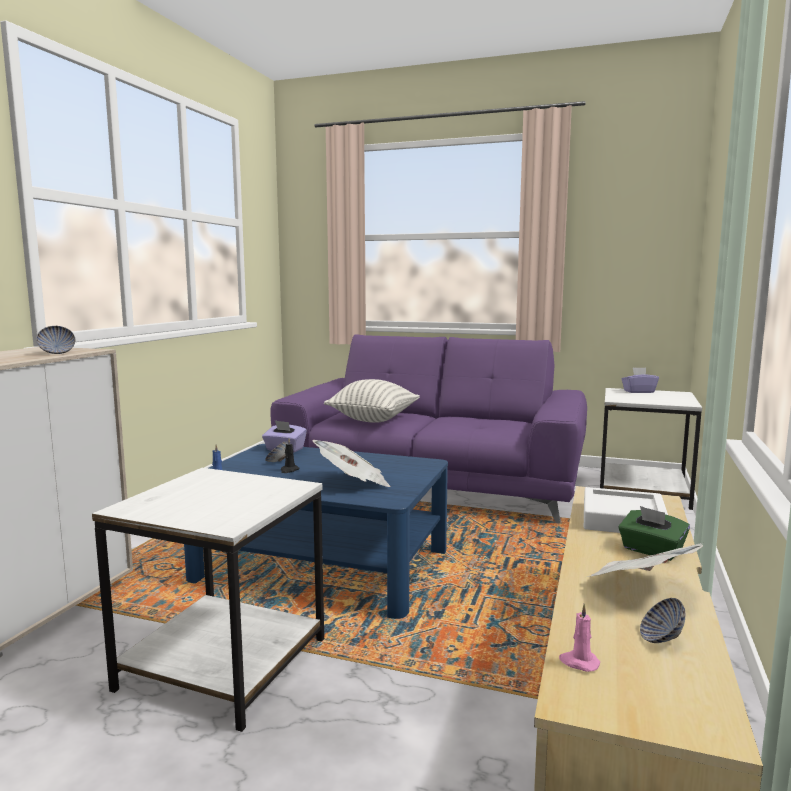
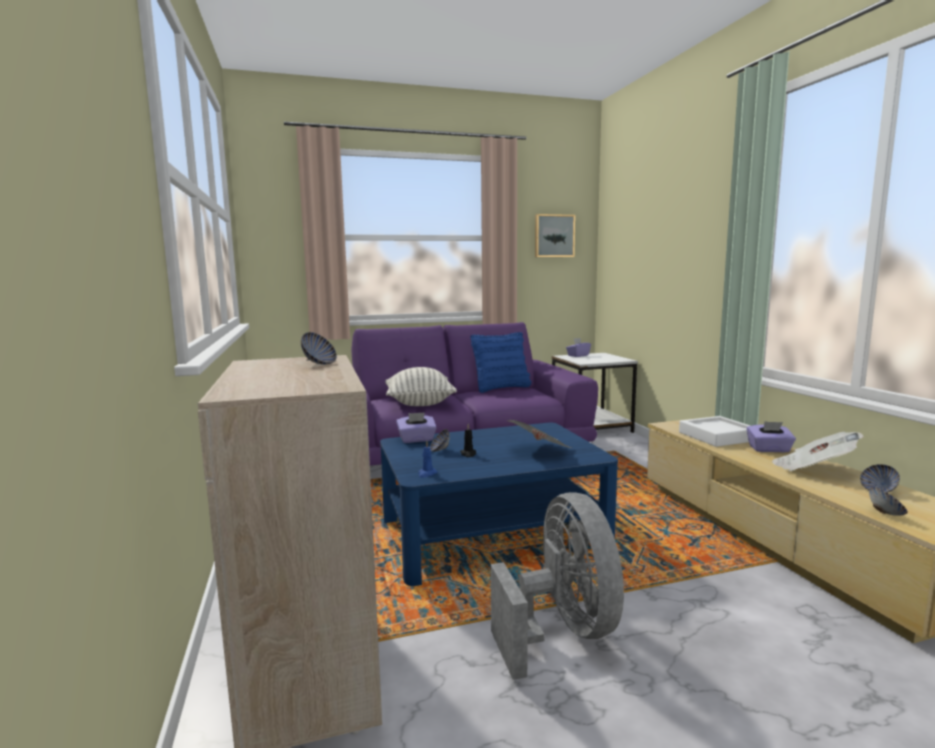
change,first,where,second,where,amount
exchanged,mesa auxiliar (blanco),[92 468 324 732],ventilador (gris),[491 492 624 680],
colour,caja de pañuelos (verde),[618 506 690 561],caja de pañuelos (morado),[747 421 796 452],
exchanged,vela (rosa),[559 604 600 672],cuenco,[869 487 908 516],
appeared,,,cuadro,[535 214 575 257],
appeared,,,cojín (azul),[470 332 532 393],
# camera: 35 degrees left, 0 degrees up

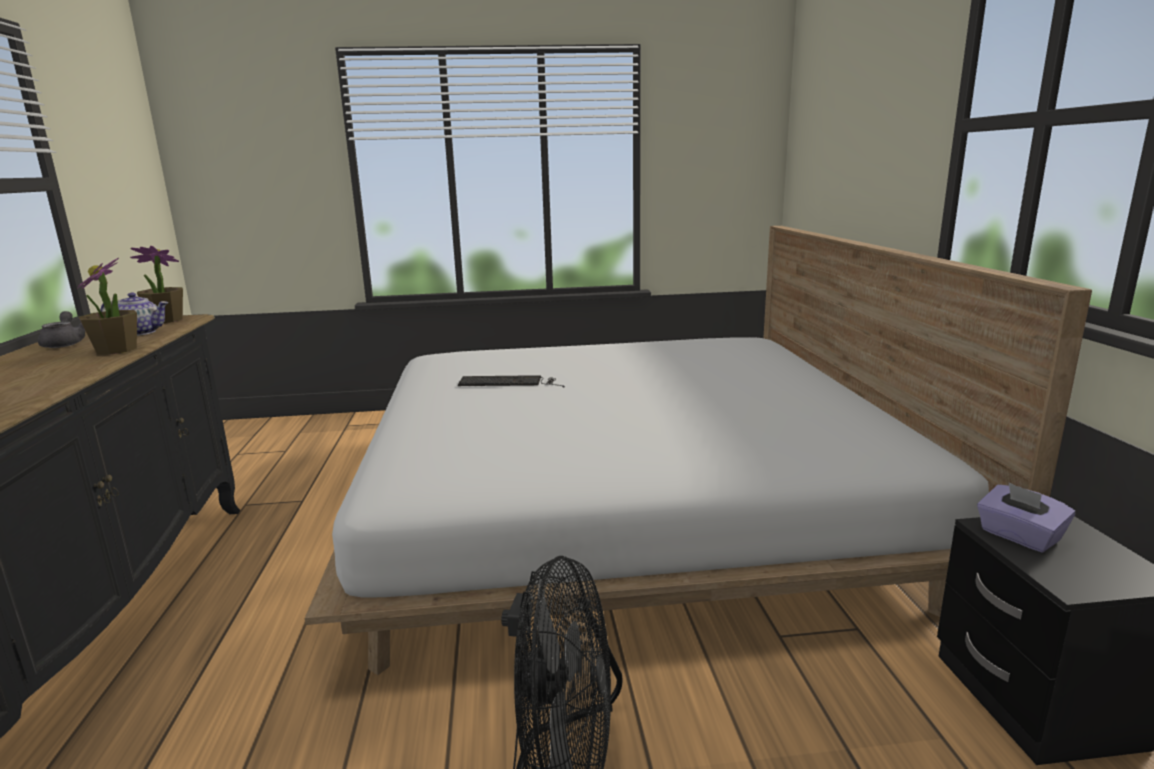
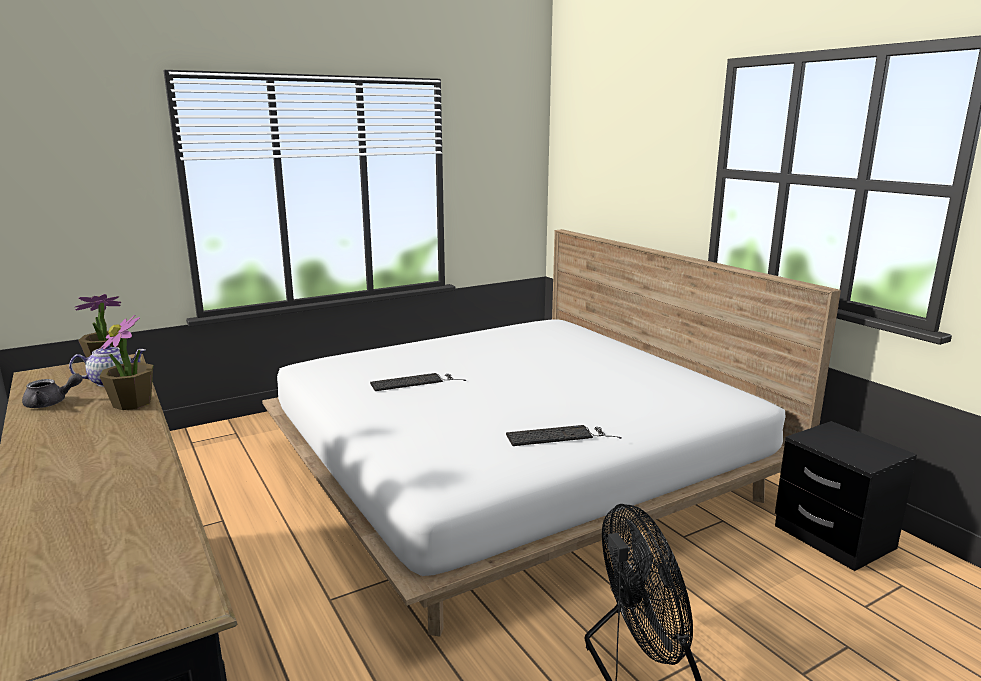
change,first,where,second,where,amount
spun,tetera (gris),[38 311 85 348],,[22 373 83 408],120 degrees clockwise
missing,caja de pañuelos (morado),[977 483 1075 553],,,
appeared,,,teclado,[506 425 622 446],
# camera: 25 degrees left, 0 degrees up

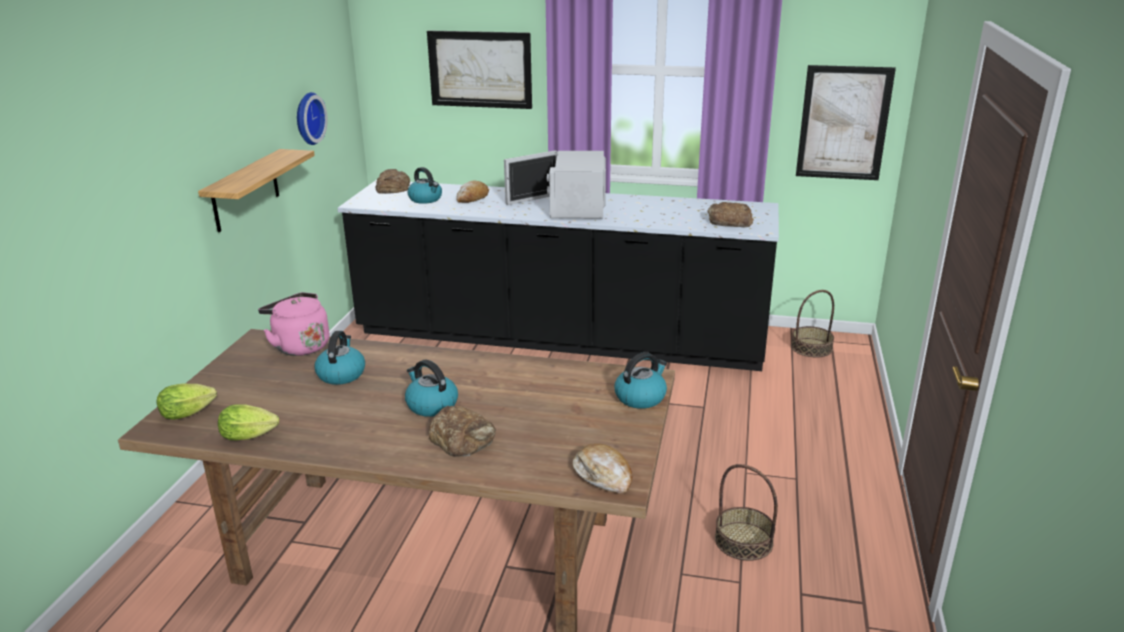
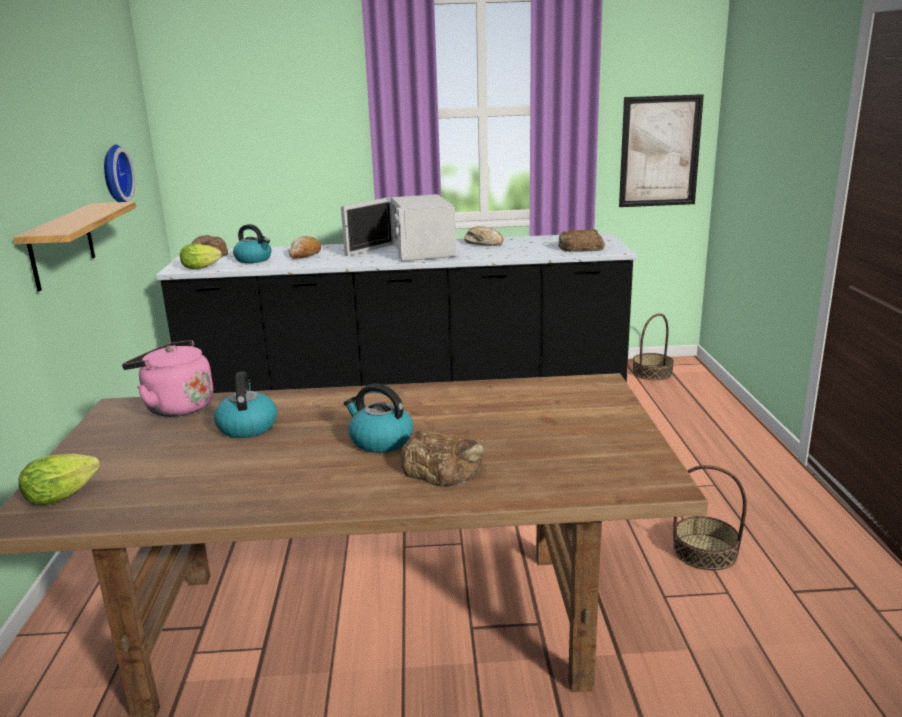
change,first,where,second,where,amount
missing,cuadro,[427 30 532 109],,,
missing,hervidor,[614 352 667 409],,,
relocated,lechuga,[218 404 279 440],,[180 244 222 269],
relocated,pan,[573 443 632 494],,[464 226 503 246],
# camera: 15 degrees left, 5 degrees down

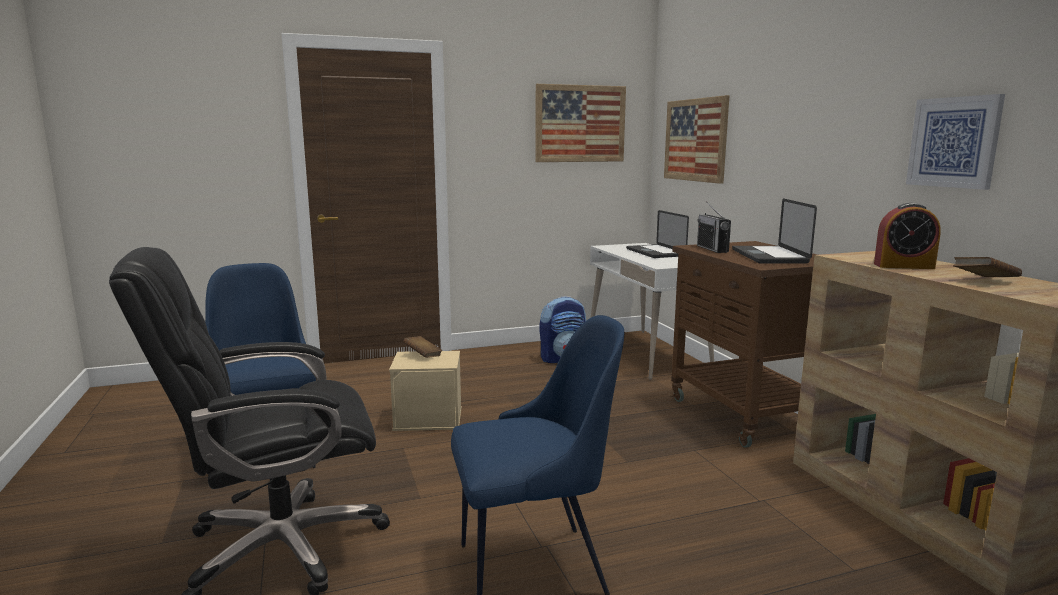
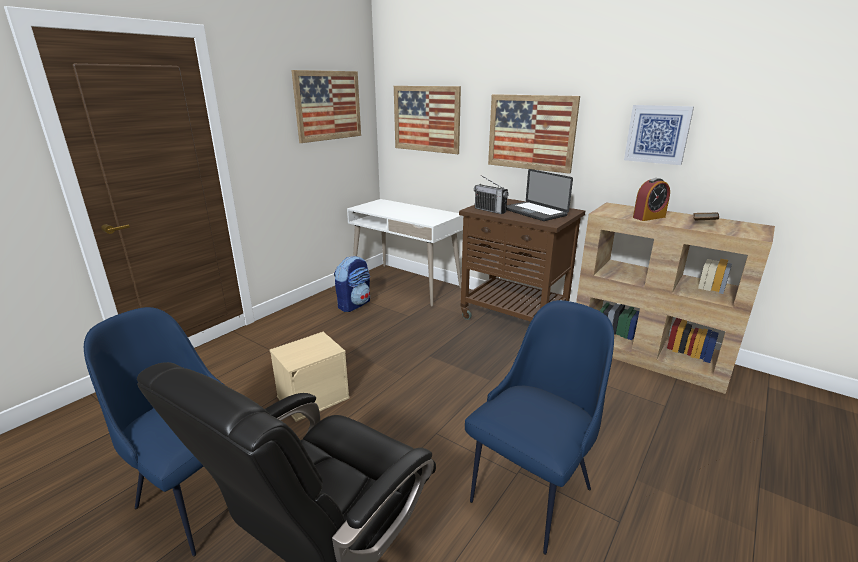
change,first,where,second,where,amount
missing,portátil,[626 210 689 258],,,
missing,libro (marrón),[403 336 442 358],,,
appeared,,,cuadro,[488 94 580 174],
# camera: 35 degrees left, 10 degrees up

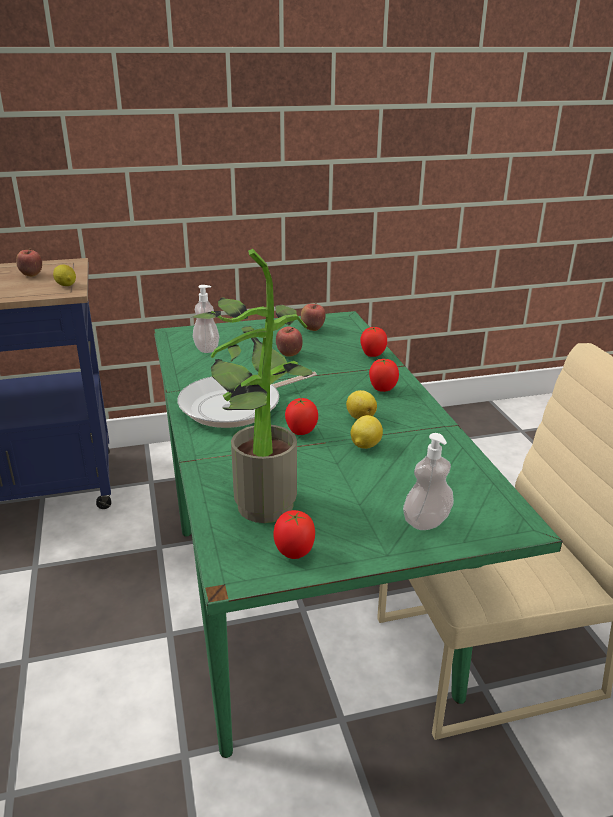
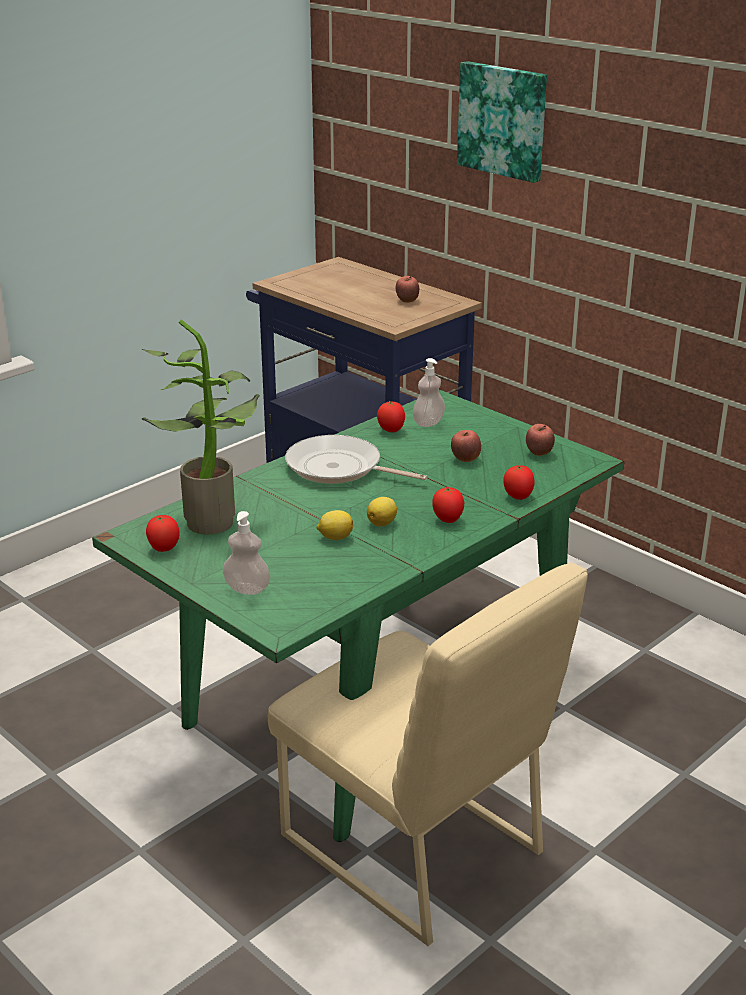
change,first,where,second,where,amount
missing,limón,[53 265 76 286],,,
relocated,tomate,[285 398 318 435],,[377 401 405 432],
appeared,,,cuadro,[457 61 547 183],
# camera: 60 degrees right, 0 degrees up

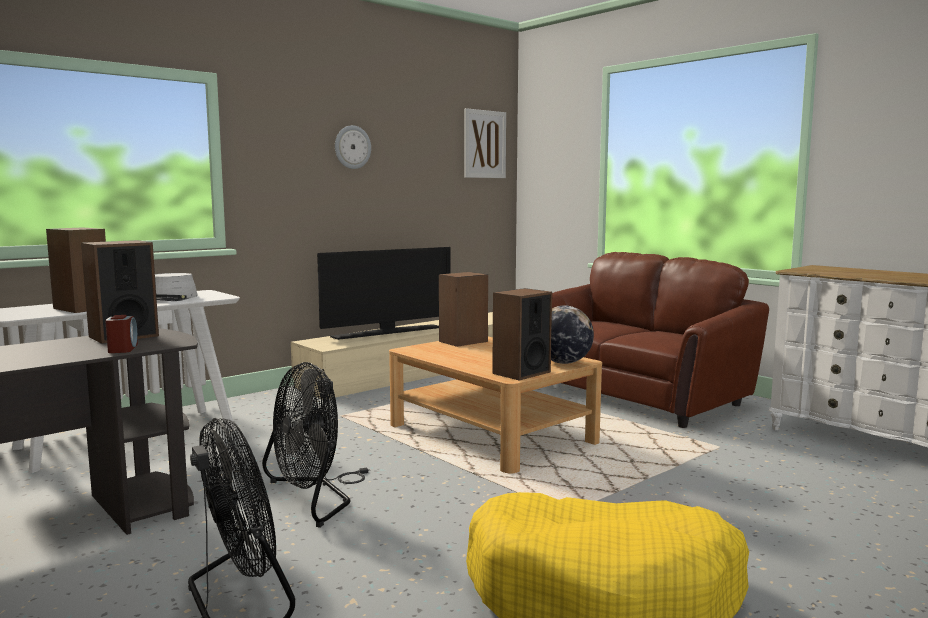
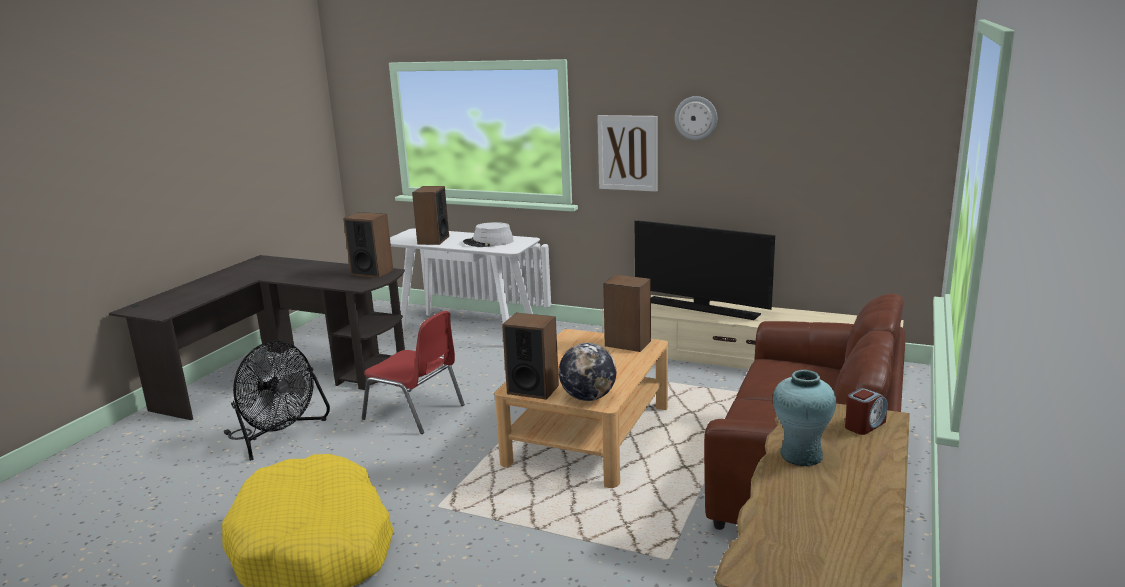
change,first,where,second,where,amount
relocated,cuadro,[464 108 506 178],,[597 115 657 192],
relocated,despertador,[105 315 138 353],,[845 388 888 435],
exchanged,ventilador (negro),[262 362 370 528],silla (rojo),[362 311 465 434],
appeared,,,florero (turquesa),[773 370 836 467],
# camera: 65 degrees right, 10 degrees up

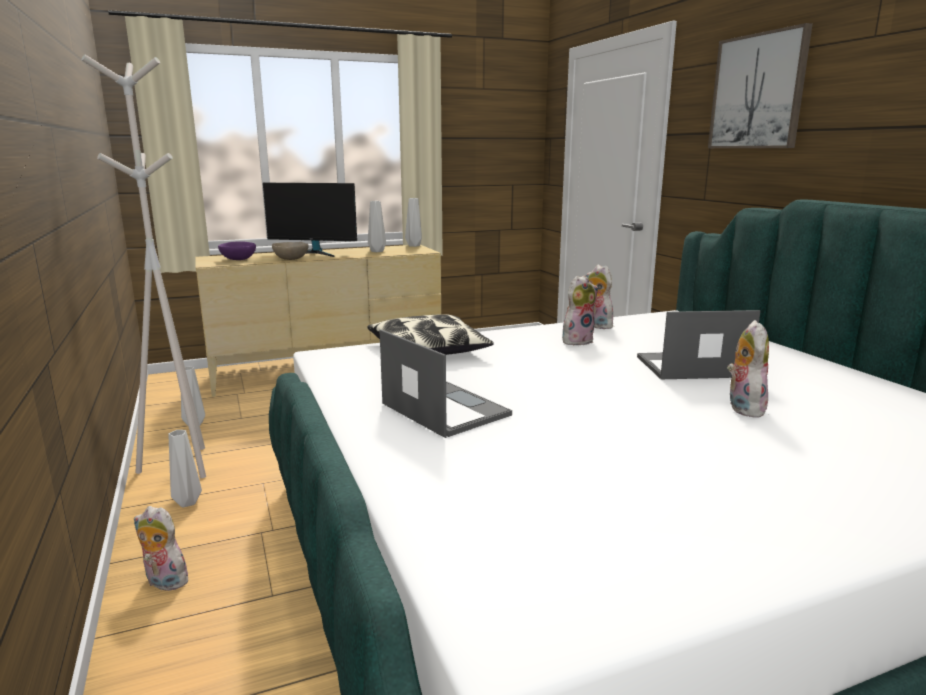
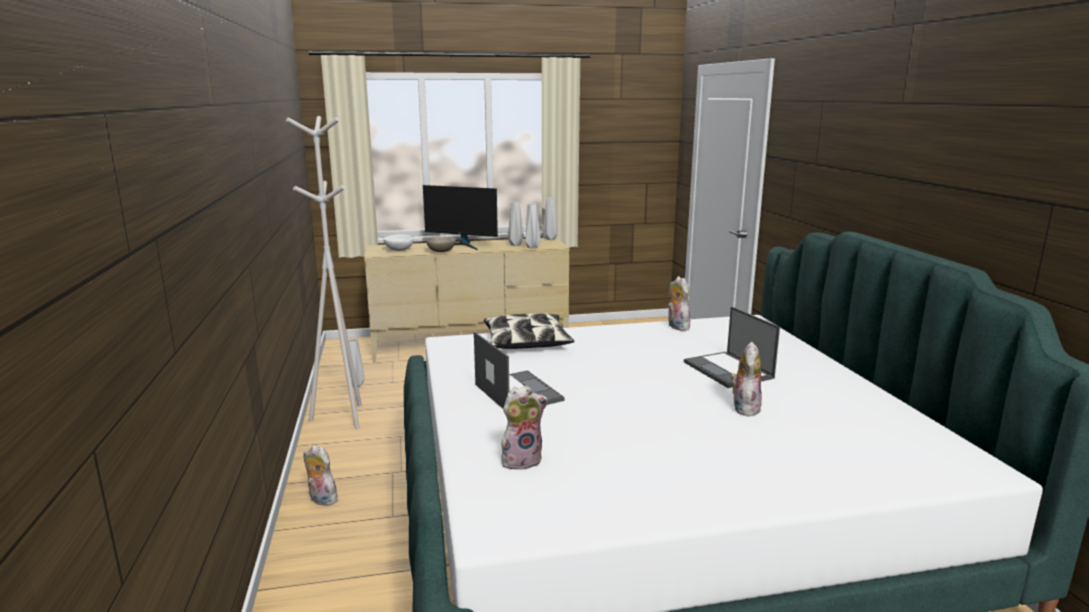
change,first,where,second,where,amount
missing,cuadro,[708 23 812 148],,,
colour,cuenco (morado),[218 241 256 260],cuenco (blanco),[383 234 414 251],
relocated,peluche,[562 275 598 345],,[502 385 548 470],
spun,portátil,[637 310 761 379],,[684 306 780 388],120 degrees counterclockwise
relocated,florero (gris),[169 430 202 507],,[526 204 541 248],
# camera: 10 degrees right, 0 degrees up

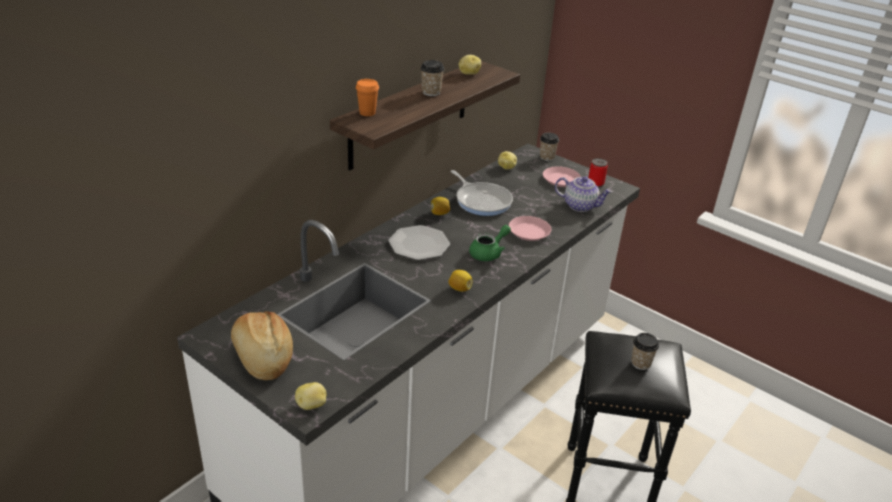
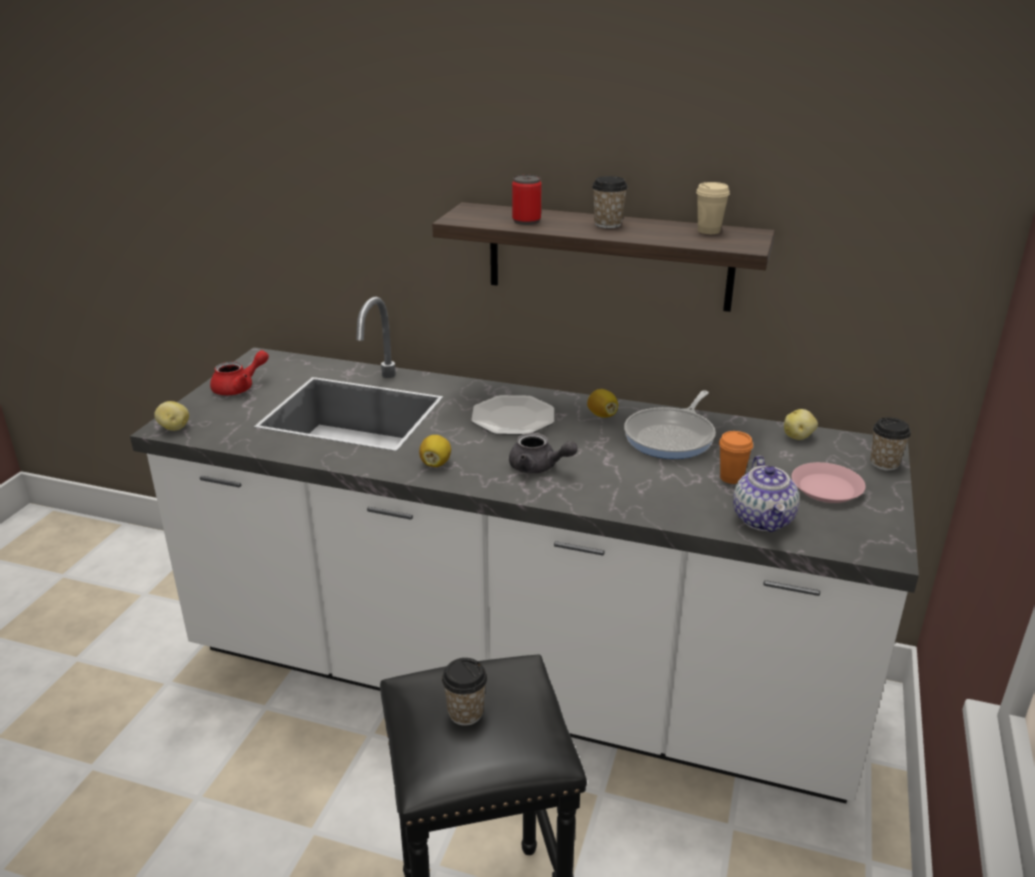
change,first,where,second,where,amount
exchanged,patata,[459 55 481 75],taza (beis),[696 182 730 234],
relocated,taza (naranja),[356 79 379 116],,[719 431 753 484],
relocated,lata,[588 158 608 188],,[512 175 541 225],
missing,plato (rosa),[509 216 551 241],,,
colour,tetera (verde),[469 225 511 261],tetera (gris),[509 433 578 473],
exchanged,pan,[231 311 293 380],tetera (rojo),[210 350 269 395],
# camera: 70 degrees right, 5 degrees down

